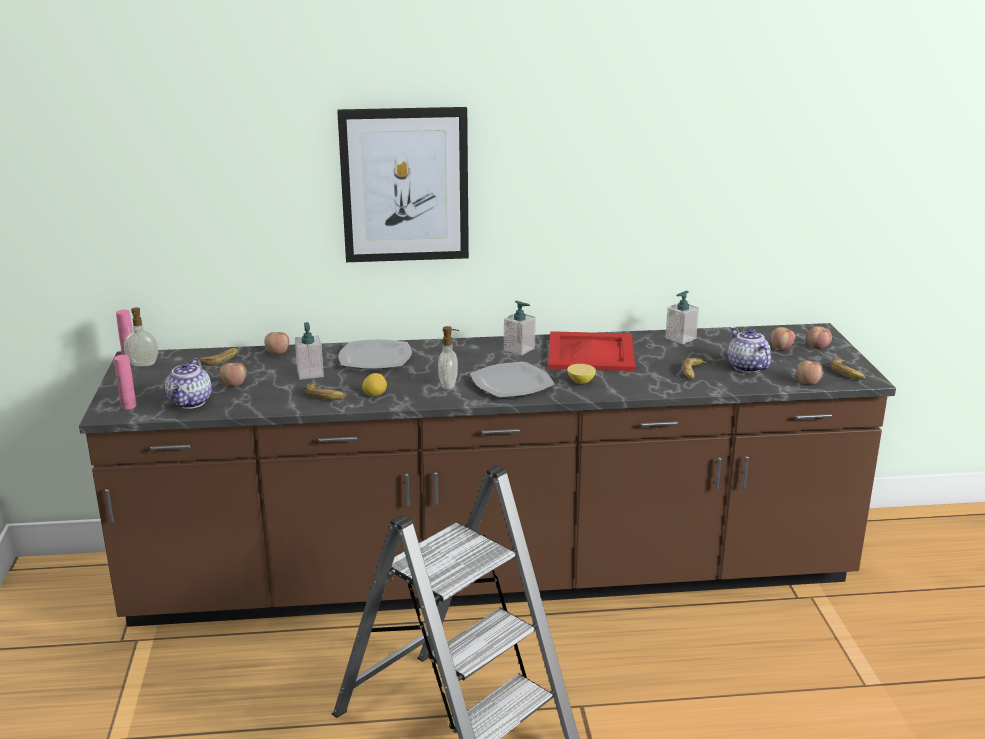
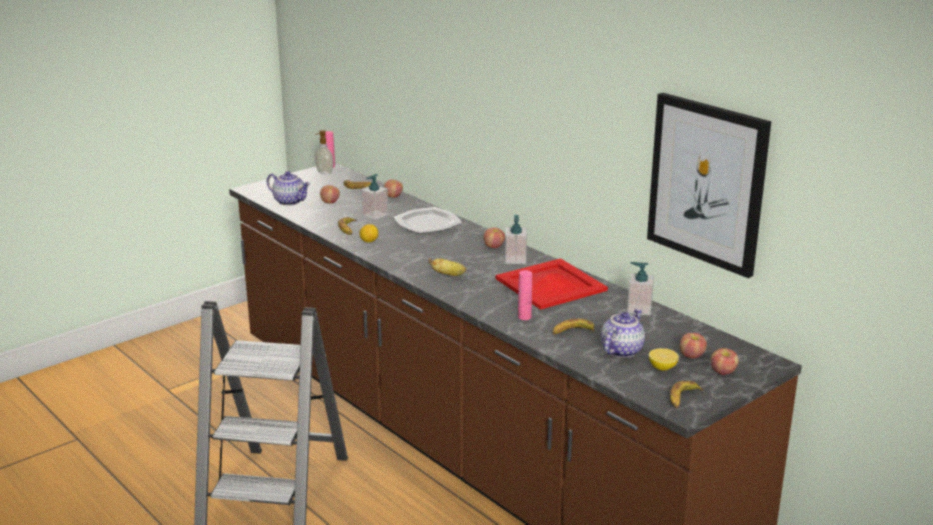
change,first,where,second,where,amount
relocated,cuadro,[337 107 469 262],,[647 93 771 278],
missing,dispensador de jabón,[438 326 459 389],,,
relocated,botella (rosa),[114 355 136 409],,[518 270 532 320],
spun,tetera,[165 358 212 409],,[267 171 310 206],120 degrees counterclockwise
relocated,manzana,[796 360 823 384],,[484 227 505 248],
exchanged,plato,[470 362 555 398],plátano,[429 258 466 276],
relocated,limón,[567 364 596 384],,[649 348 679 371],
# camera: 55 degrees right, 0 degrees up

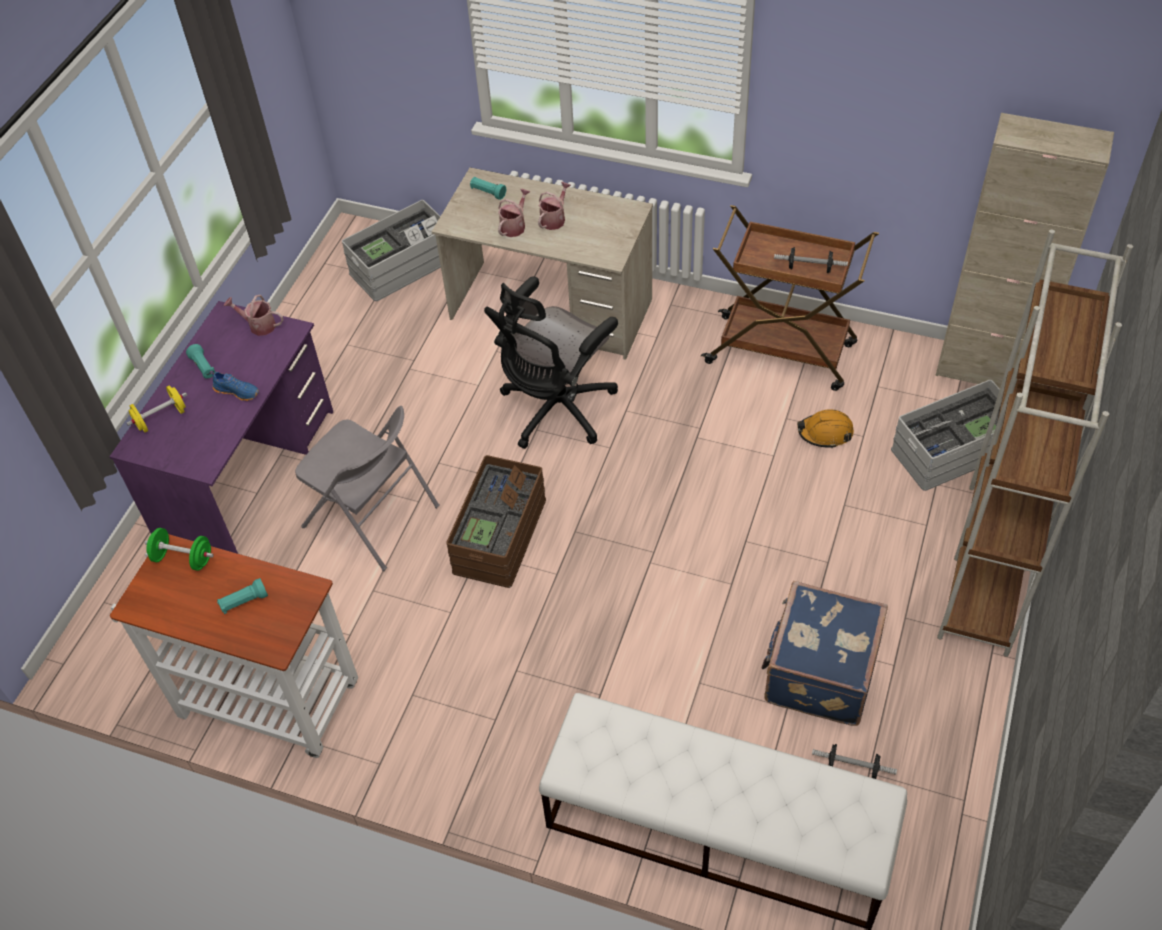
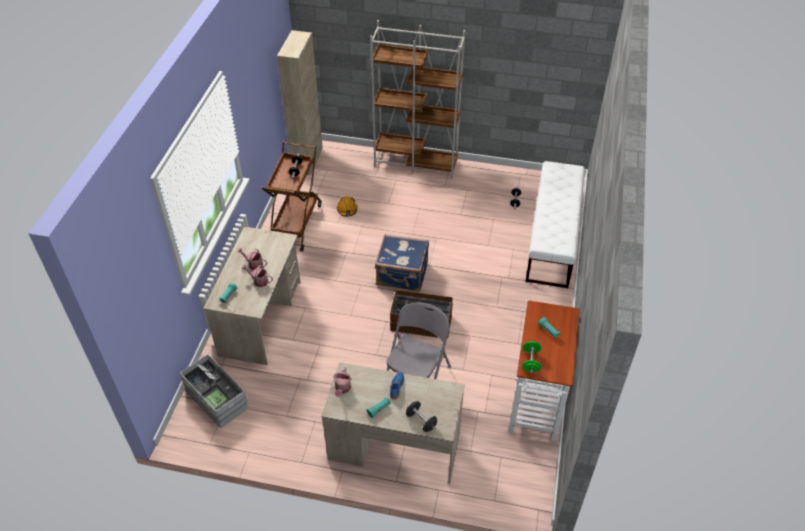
change,first,where,second,where,amount
missing,silla de oficina,[484 276 618 449],,,
colour,escritorio (morado),[109 301 333 554],escritorio (beis),[321 362 465 484],
missing,caja de almacenaje (gris),[891 380 1002 491],,,
colour,mancuerna (amarillo),[127 385 187 433],mancuerna (negro),[406 401 437 432],
relocated,maleta (azul),[761 581 888 726],,[375 234 429 291],
# camera: 100 degrees left, 5 degrees down

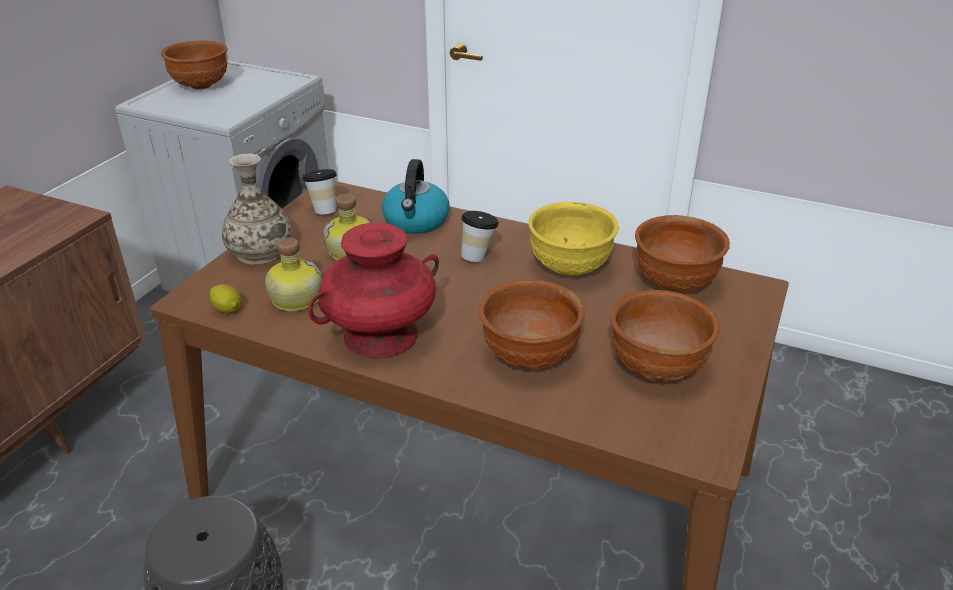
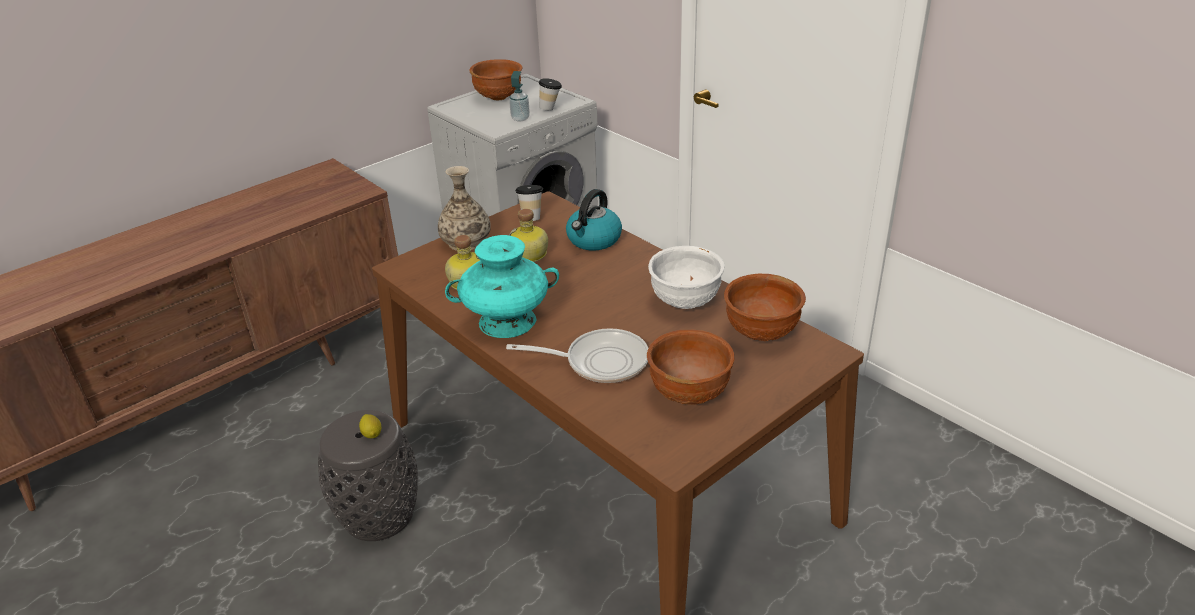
change,first,where,second,where,amount
colour,cuenco (amarillo),[528 202 619 276],cuenco (blanco),[648 246 725 309],
relocated,taza,[461 211 499 262],,[539 78 562 111],
colour,florero (rojo),[308 223 439 359],florero (turquesa),[445 235 559 338],
exchanged,cuenco (marrón),[478 279 585 370],sartén,[506 328 648 383],
relocated,limón,[210 284 241 313],,[359 414 381 438],
appeared,,,dispensador de jabón,[509 71 530 121],
# camera: 25 degrees right, 0 degrees up

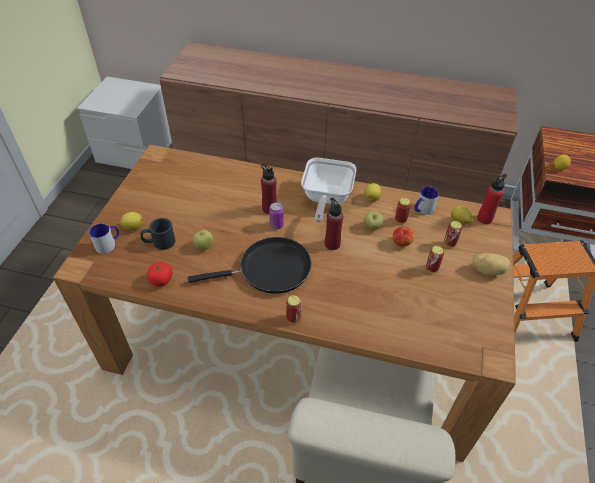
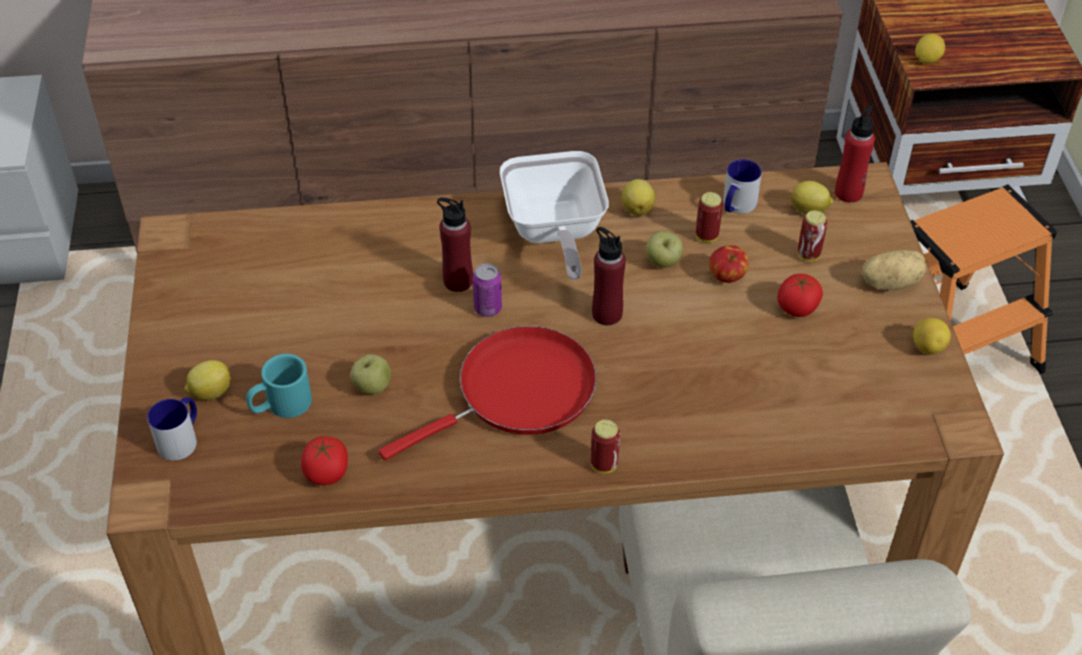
change,first,where,second,where,amount
colour,taza grande (negro),[140 218 175 250],taza grande (turquesa),[246 354 312 418],
colour,sartén (negro),[188 237 312 294],sartén (rojo),[378 326 597 460],
exchanged,lata,[425 246 444 273],tomate,[777 274 823 317],
appeared,,,limón,[913 318 951 354],
# camera: 20 degrees left, 0 degrees up

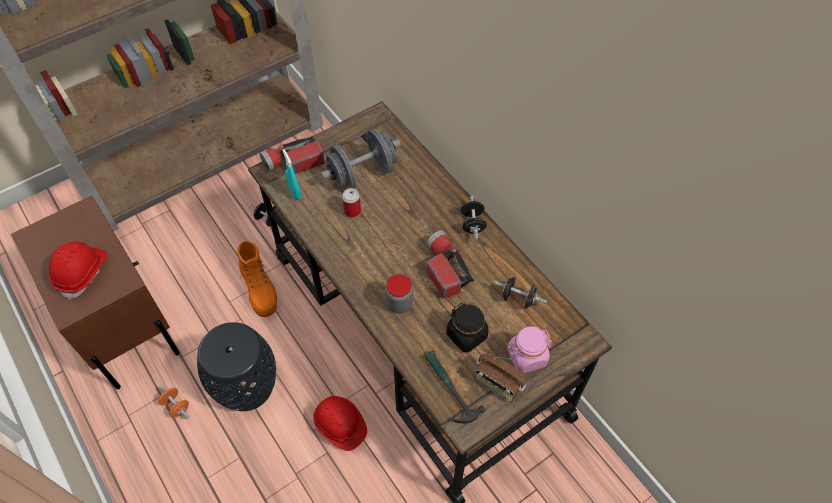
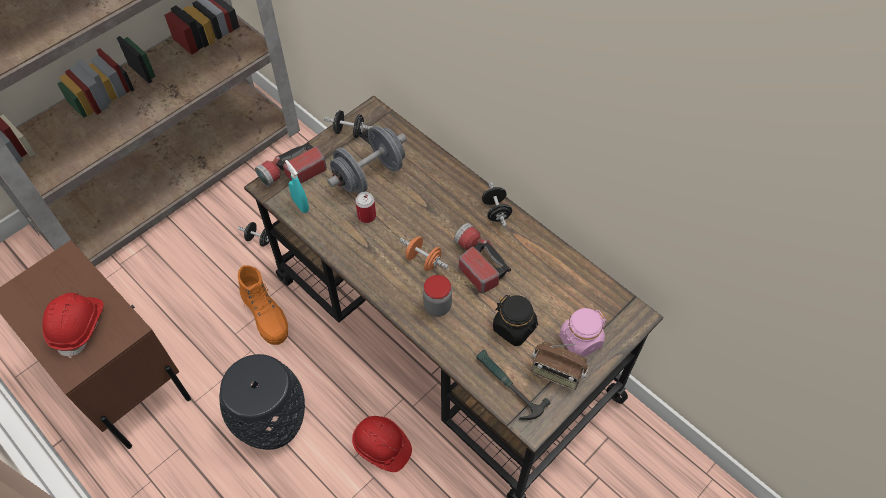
change,first,where,second,where,amount
relocated,mancuerna (negro),[493 277 547 309],,[324 110 372 138],
relocated,mancuerna (naranja),[159 386 189 419],,[400 236 448 271],
# camera: 10 degrees left, 0 degrees up

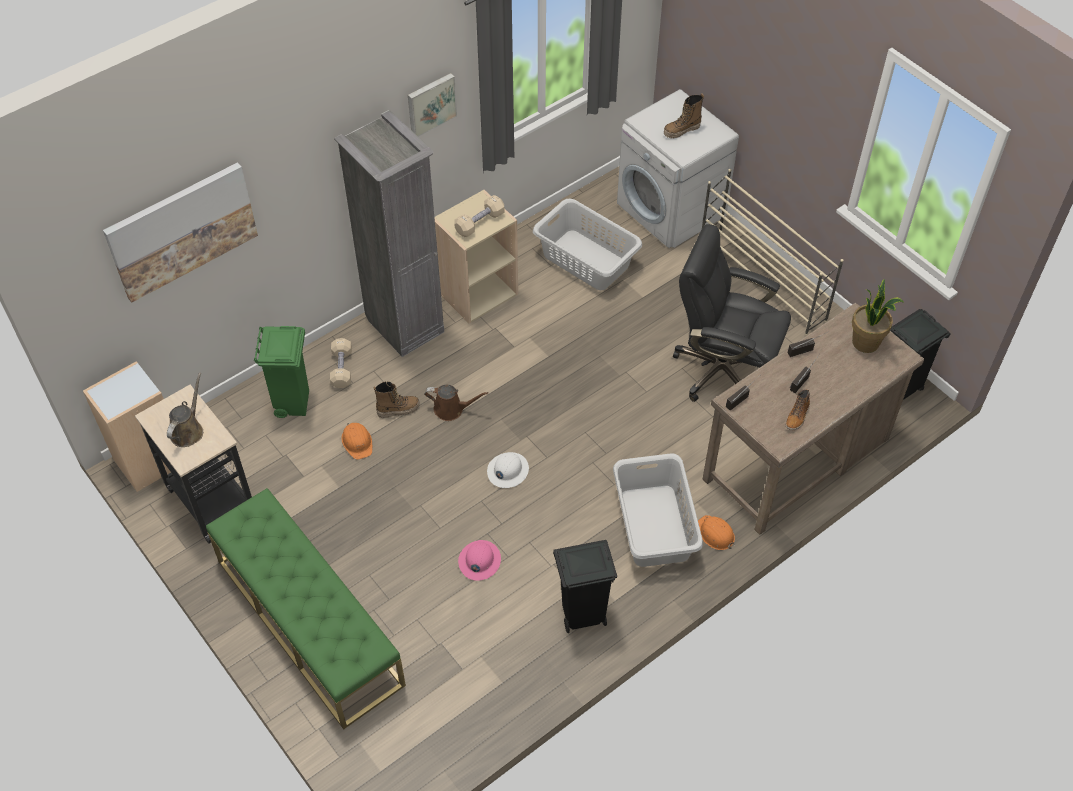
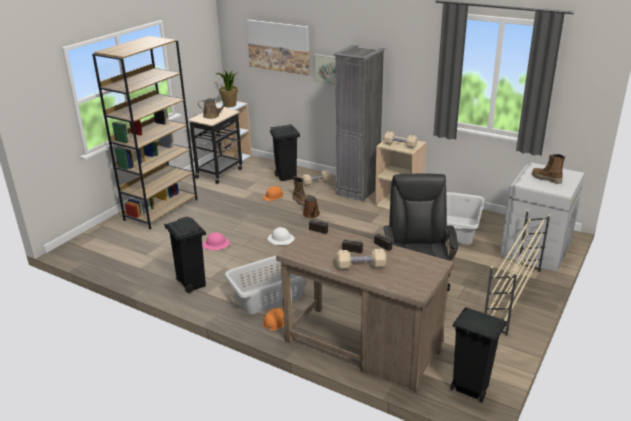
change,first,where,second,where,amount
relocated,cuadro,[408 73 457 137],,[314 54 336 85],
relocated,planta en maceta,[852 279 903 353],,[216 71 238 107],
colour,papelera (verde),[254 326 309 418],papelera (negro),[270 124 300 181],
missing,bota,[786 389 810 430],,,
exchanged,banco (verde),[206 488 406 730],estantería (marrón),[92 36 198 229],
appeared,,,mancuerna (beis),[336 249 386 270],
# camera: 70 degrees right, 25 degrees down

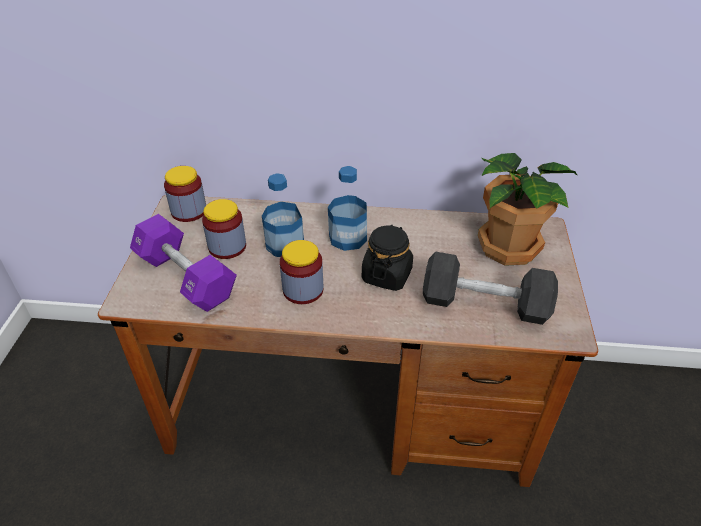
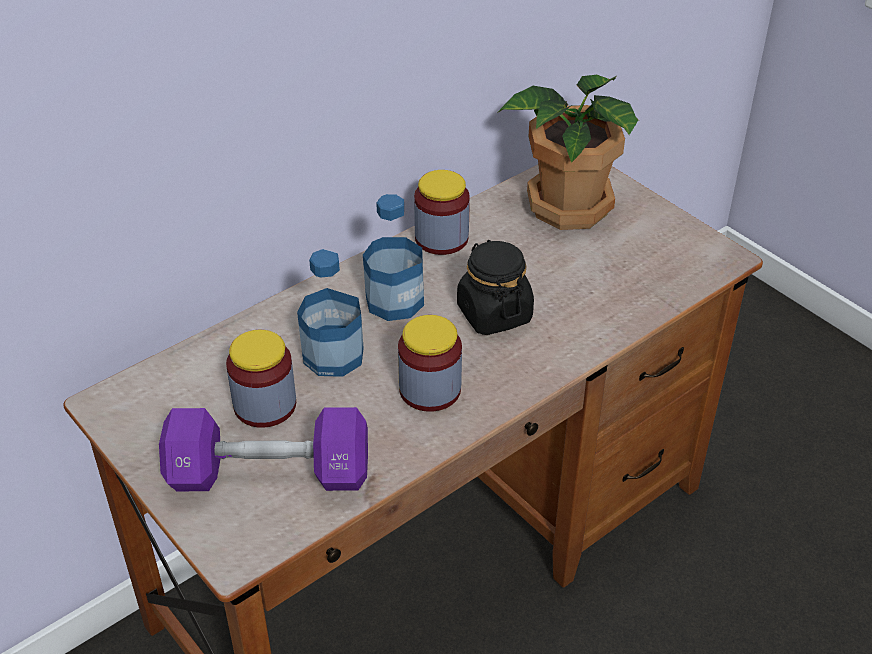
change,first,where,second,where,amount
relocated,tarro,[164 166 206 222],,[414 170 470 255],
missing,mancuerna (negro),[423 252 558 325],,,
# camera: 45 degrees left, 0 degrees up

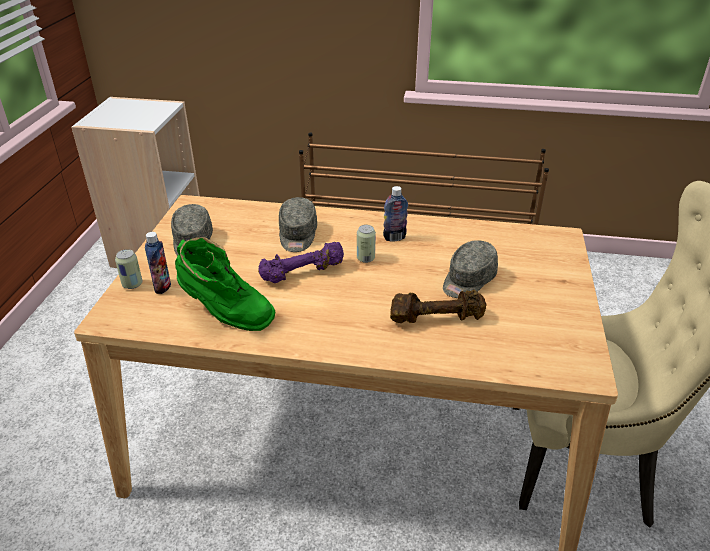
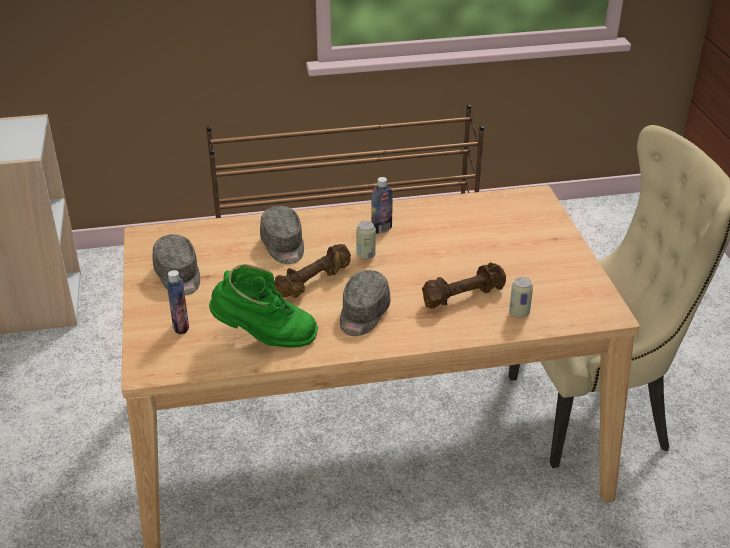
change,first,where,second,where,amount
relocated,gorra (gris),[443 240 498 298],,[340 270 390 336],
colour,mancuerna (morado),[258 242 344 283],mancuerna (marrón),[275 244 351 298],
relocated,lata,[115 249 143 289],,[509 277 533 318],
# camera: 20 degrees left, 0 degrees up

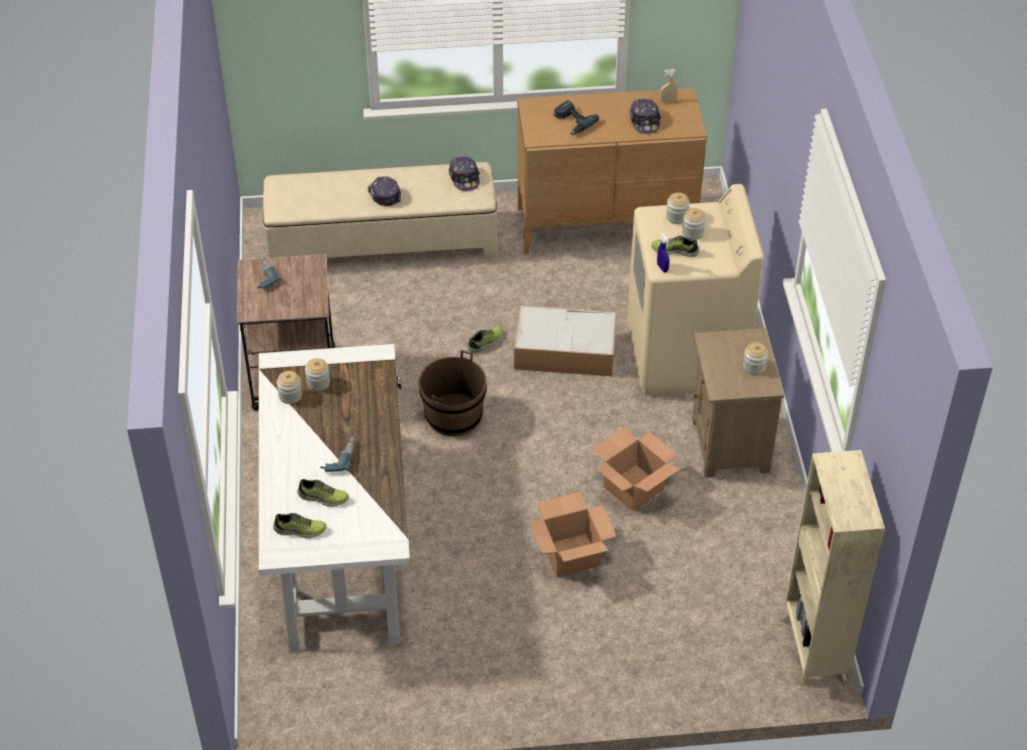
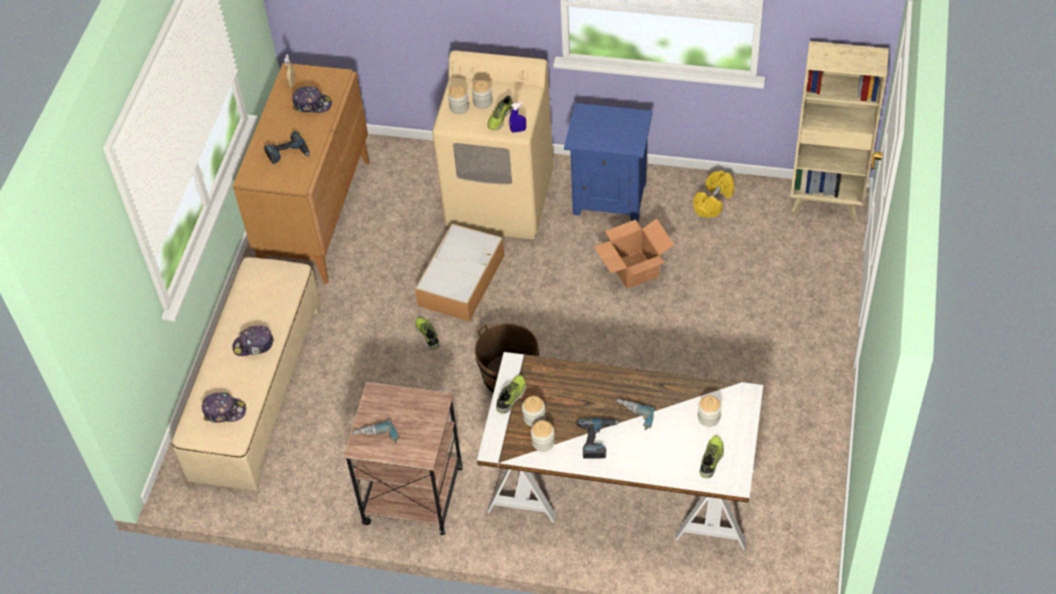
change,first,where,second,where,amount
relocated,gorra,[449 157 480 191],,[202 393 246 423],
colour,mesita de noche (beis),[692 328 784 478],mesita de noche (azul),[564 103 653 222],
relocated,tarro,[743 342 768 375],,[698 395 721 427],
relocated,zapato,[297 479 349 507],,[496 375 526 414],
missing,caja de cartón,[530 492 616 577],,,
appeared,,,mancuerna (amarillo),[693 171 734 218],
appeared,,,taladro,[576 418 620 459],
# camera: 70 degrees left, 5 degrees up

